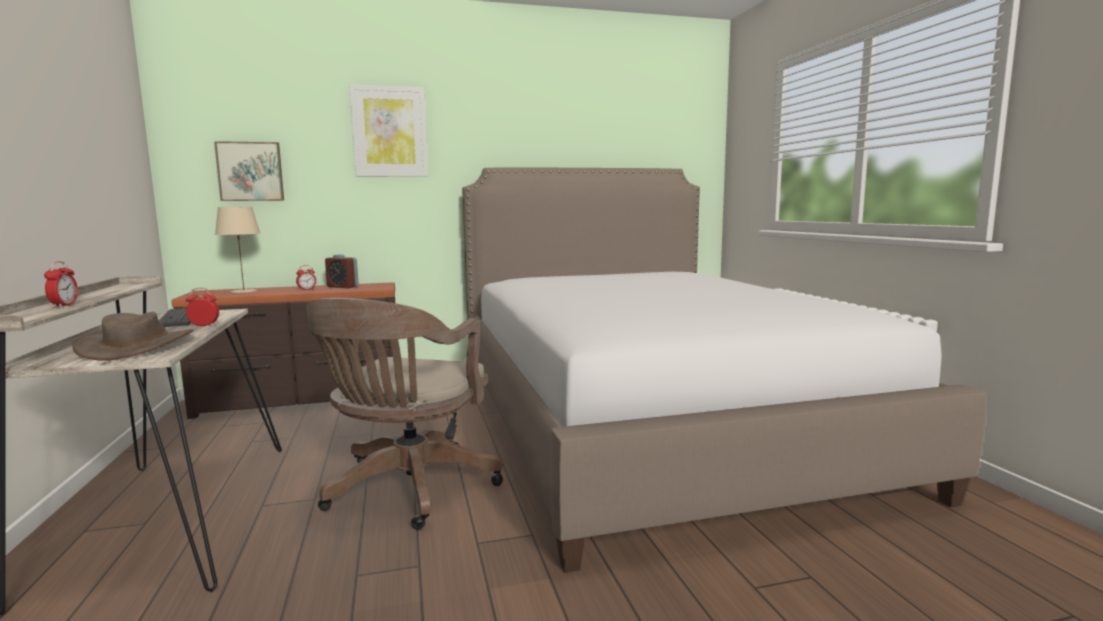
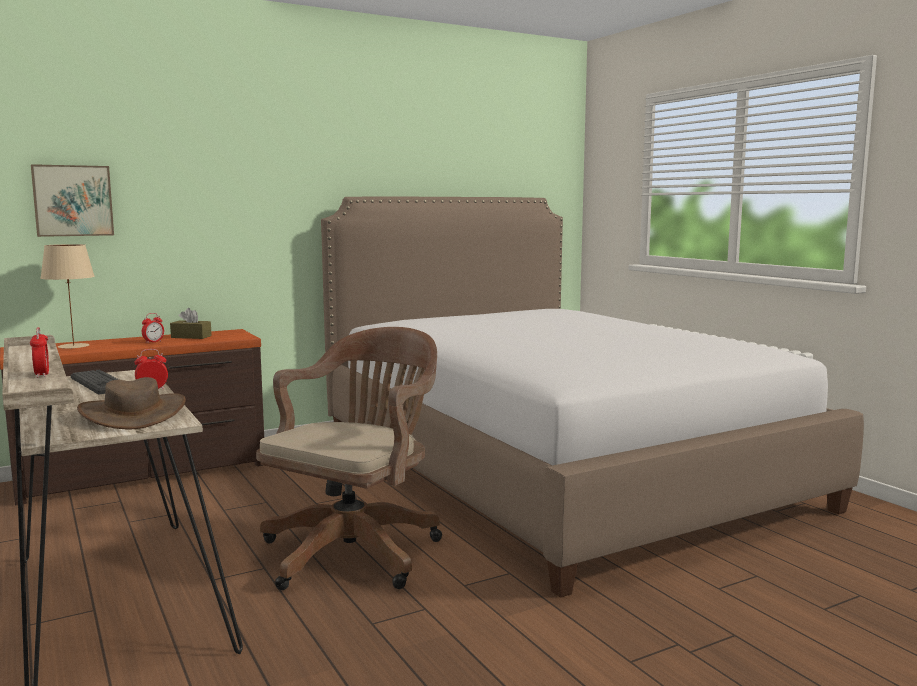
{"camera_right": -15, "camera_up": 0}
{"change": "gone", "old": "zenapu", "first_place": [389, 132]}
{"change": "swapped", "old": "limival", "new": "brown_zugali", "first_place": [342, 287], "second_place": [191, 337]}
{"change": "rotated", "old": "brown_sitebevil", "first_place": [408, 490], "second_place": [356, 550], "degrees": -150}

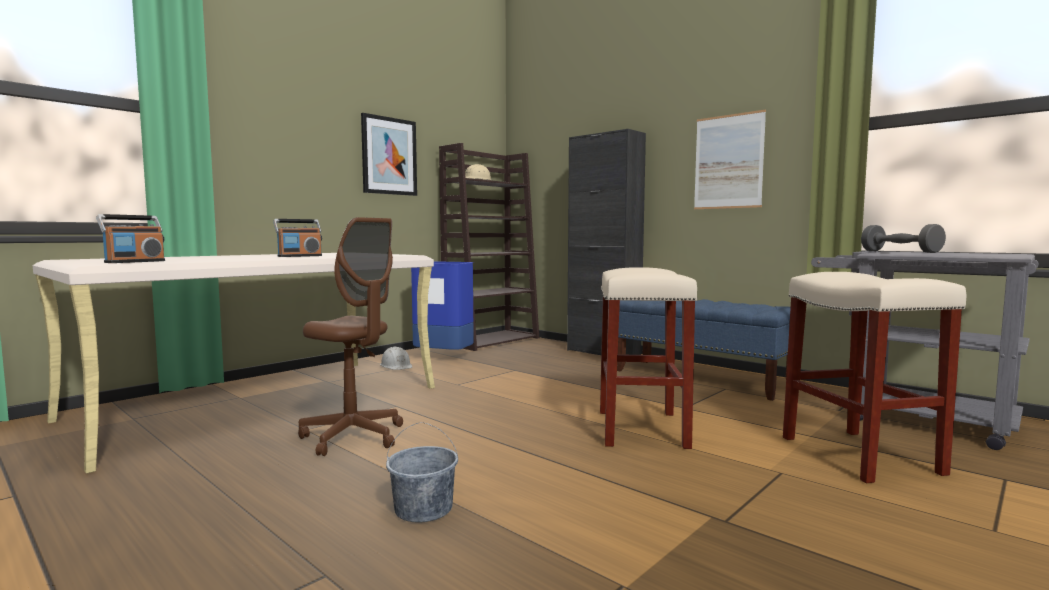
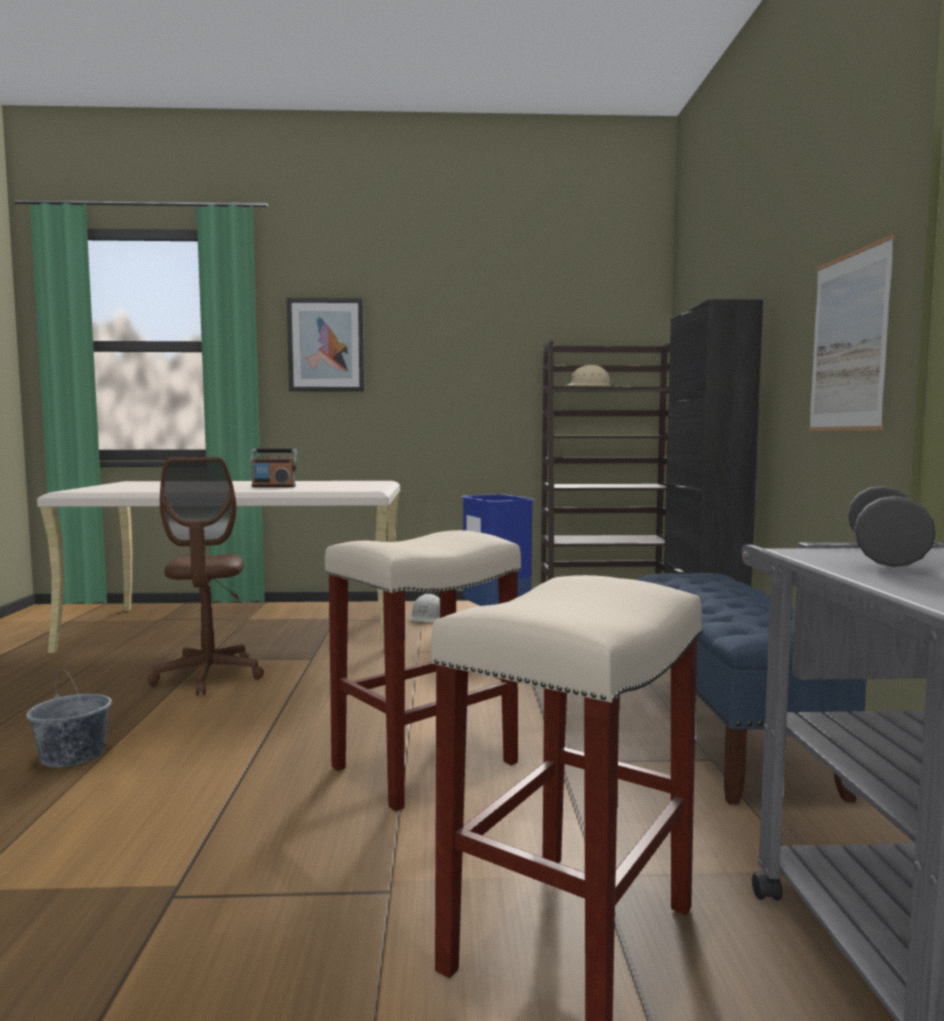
{"camera_right": 45, "camera_up": 0}
{"change": "gone", "old": "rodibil", "first_place": [135, 262]}
{"change": "shifted", "old": "zenapu", "first_place": [389, 156], "second_place": [326, 345]}

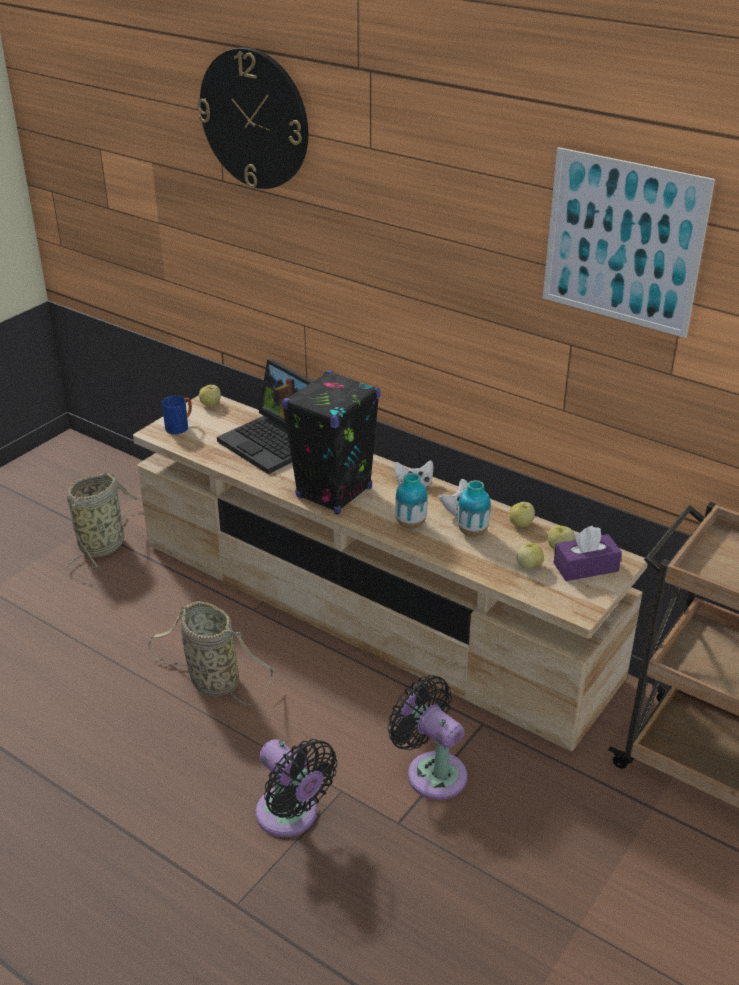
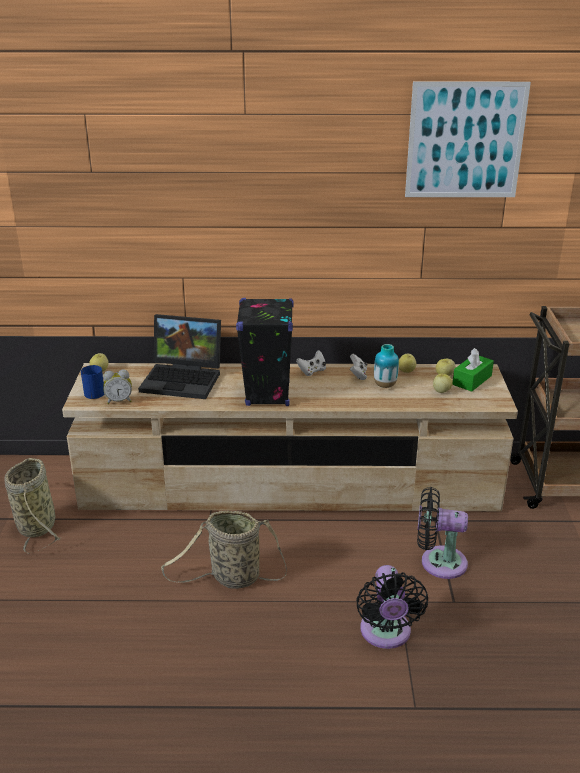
{"camera_right": -35, "camera_up": -5}
{"change": "gone", "old": "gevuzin", "first_place": [254, 119]}
{"change": "gone", "old": "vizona", "first_place": [410, 524]}
{"change": "new", "new": "limival", "second_place": [119, 401]}
{"change": "repainted", "old": "purple_zugali", "new": "green_zugali", "first_place": [585, 567], "second_place": [472, 380]}
{"change": "rotated", "old": "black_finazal", "first_place": [291, 816], "second_place": [386, 634], "degrees": 75}

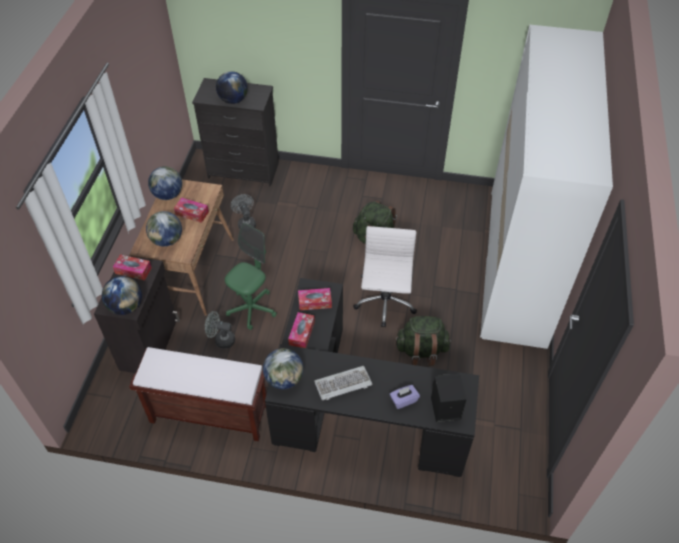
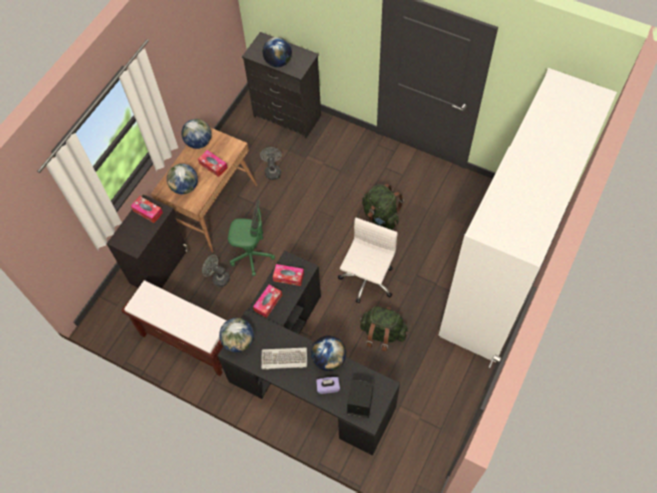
{"camera_right": 20, "camera_up": 10}
{"change": "shifted", "old": "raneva", "first_place": [126, 306], "second_place": [329, 359]}
{"change": "rotated", "old": "green_sitebevil", "first_place": [252, 309], "second_place": [252, 256], "degrees": 45}

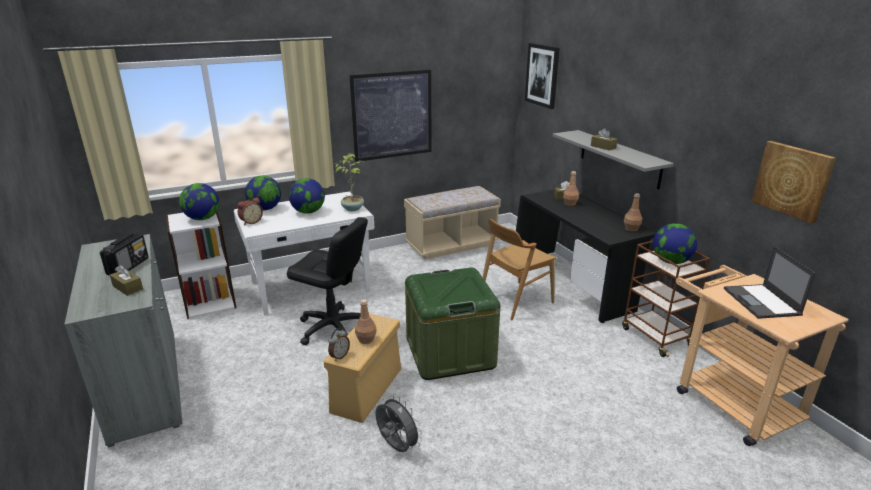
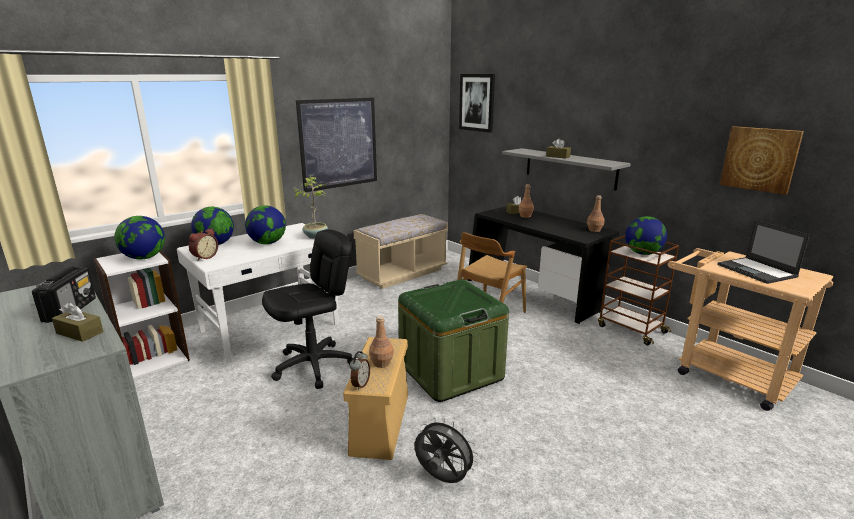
{"camera_right": -15, "camera_up": -5}
{"change": "rotated", "old": "black_sitebevil", "first_place": [333, 328], "second_place": [314, 365], "degrees": -45}

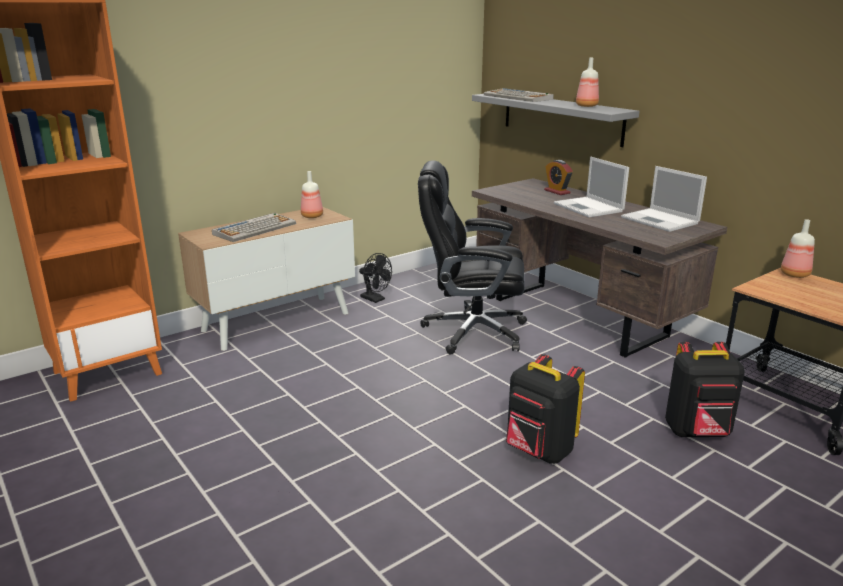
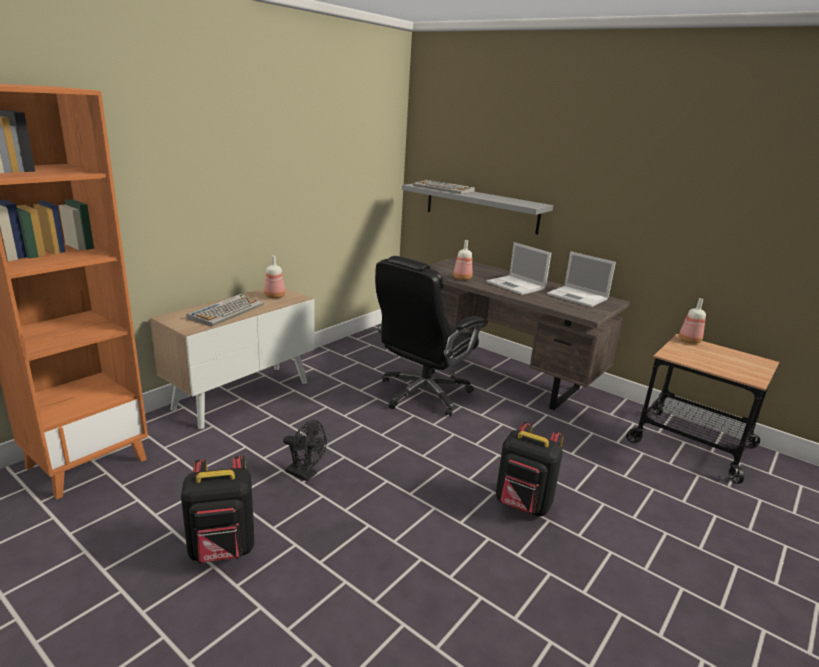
{"camera_right": -15, "camera_up": 0}
{"change": "gone", "old": "limival", "first_place": [557, 191]}
{"change": "shifted", "old": "black_finazal", "first_place": [375, 299], "second_place": [305, 474]}
{"change": "shifted", "old": "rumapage", "first_place": [586, 106], "second_place": [462, 278]}
{"change": "shifted", "old": "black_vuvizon", "first_place": [697, 432], "second_place": [223, 551]}
{"change": "rotated", "old": "black_sitebevil", "first_place": [472, 331], "second_place": [423, 394], "degrees": -45}

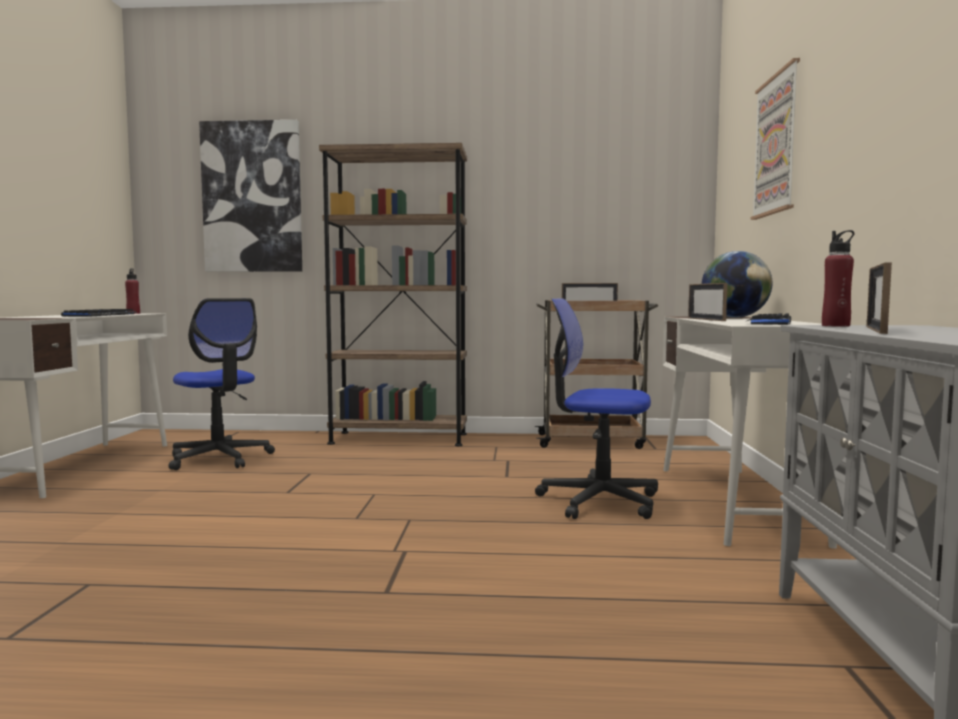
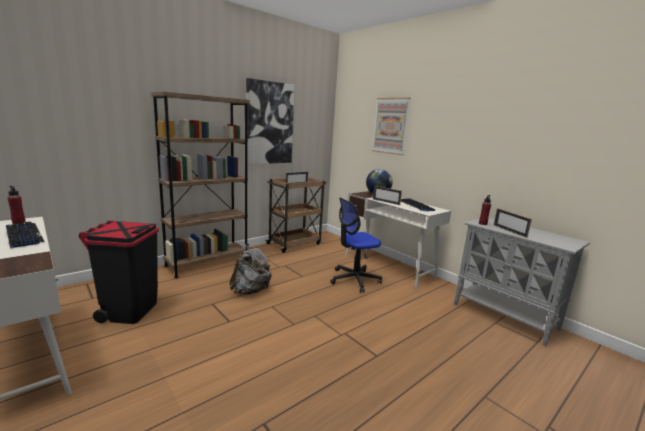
{"camera_right": -45, "camera_up": 10}
{"change": "new", "new": "grey_vuvizon", "second_place": [251, 290]}
{"change": "shifted", "old": "zenapu", "first_place": [252, 197], "second_place": [269, 123]}
{"change": "swapped", "old": "sitebevil", "new": "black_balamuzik", "first_place": [219, 458], "second_place": [129, 311]}

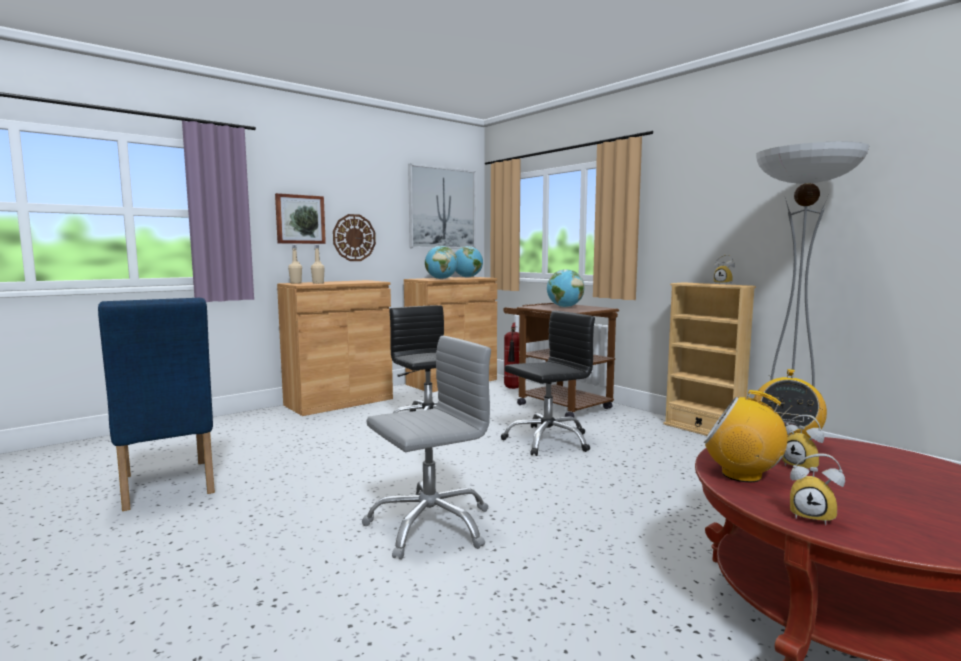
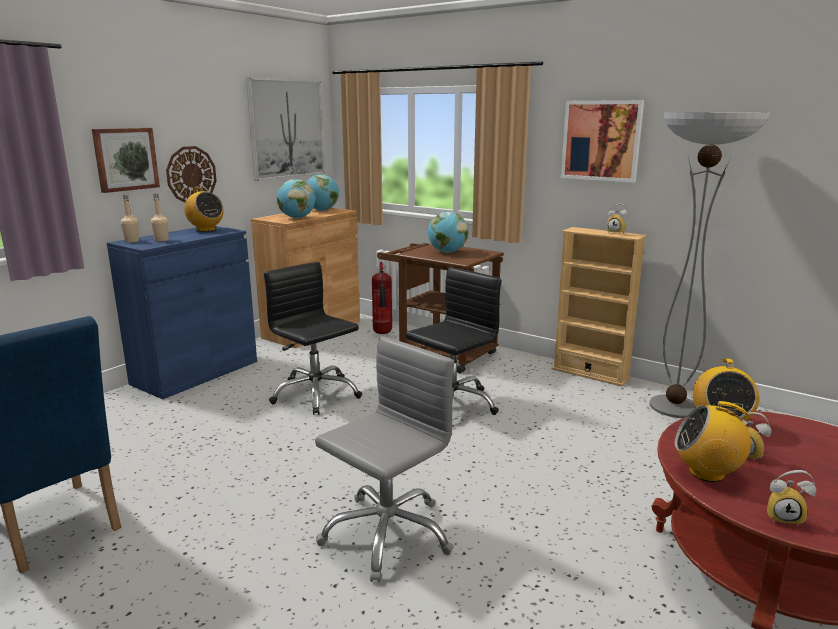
{"camera_right": -15, "camera_up": 10}
{"change": "new", "new": "rodibil", "second_place": [205, 229]}
{"change": "new", "new": "zenapu", "second_place": [601, 140]}
{"change": "repainted", "old": "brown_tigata", "new": "blue_tigata", "first_place": [339, 402], "second_place": [195, 372]}

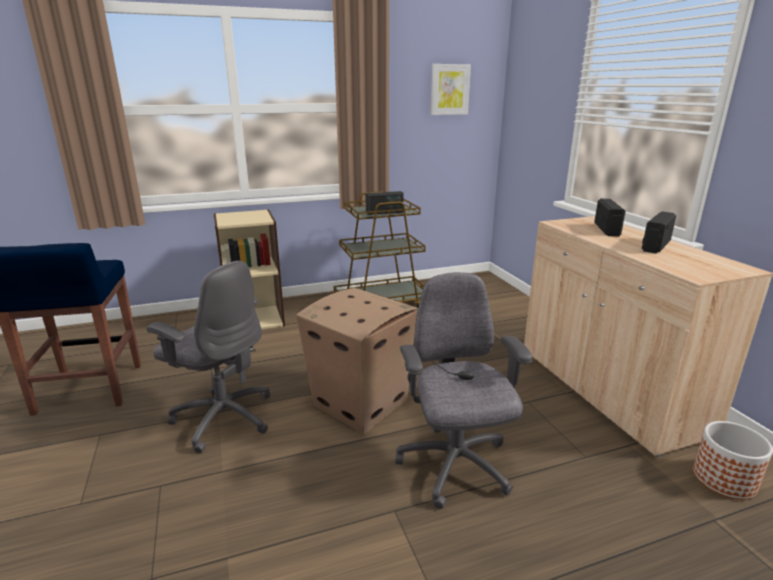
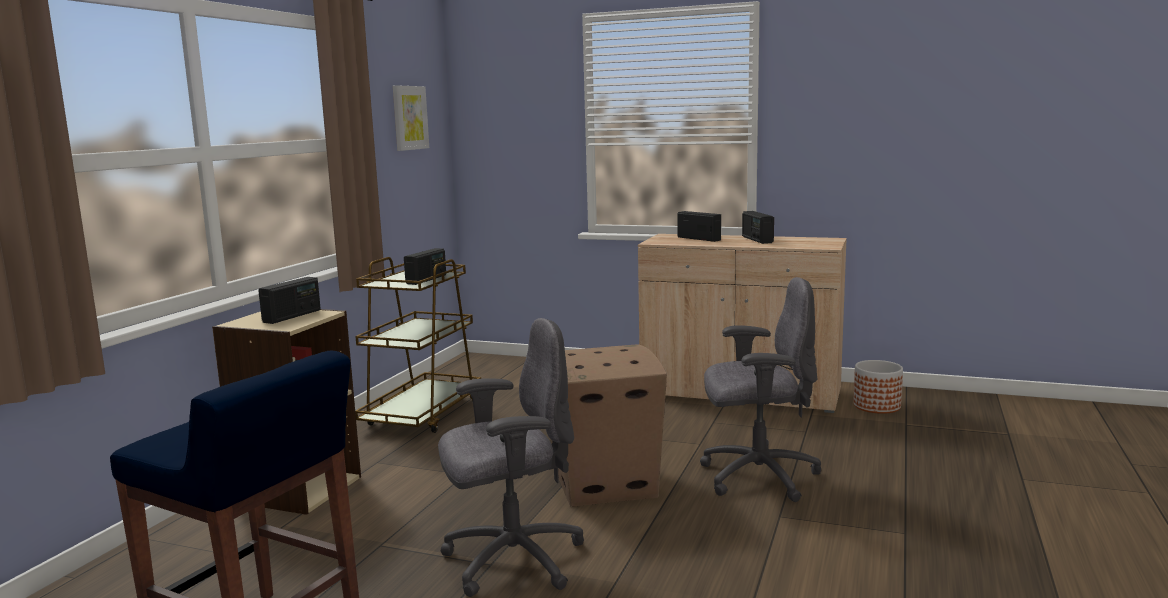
{"camera_right": -50, "camera_up": -10}
{"change": "new", "new": "rodibil", "second_place": [292, 316]}
{"change": "rotated", "old": "grey_sitebevil", "first_place": [455, 467], "second_place": [757, 477], "degrees": 150}

